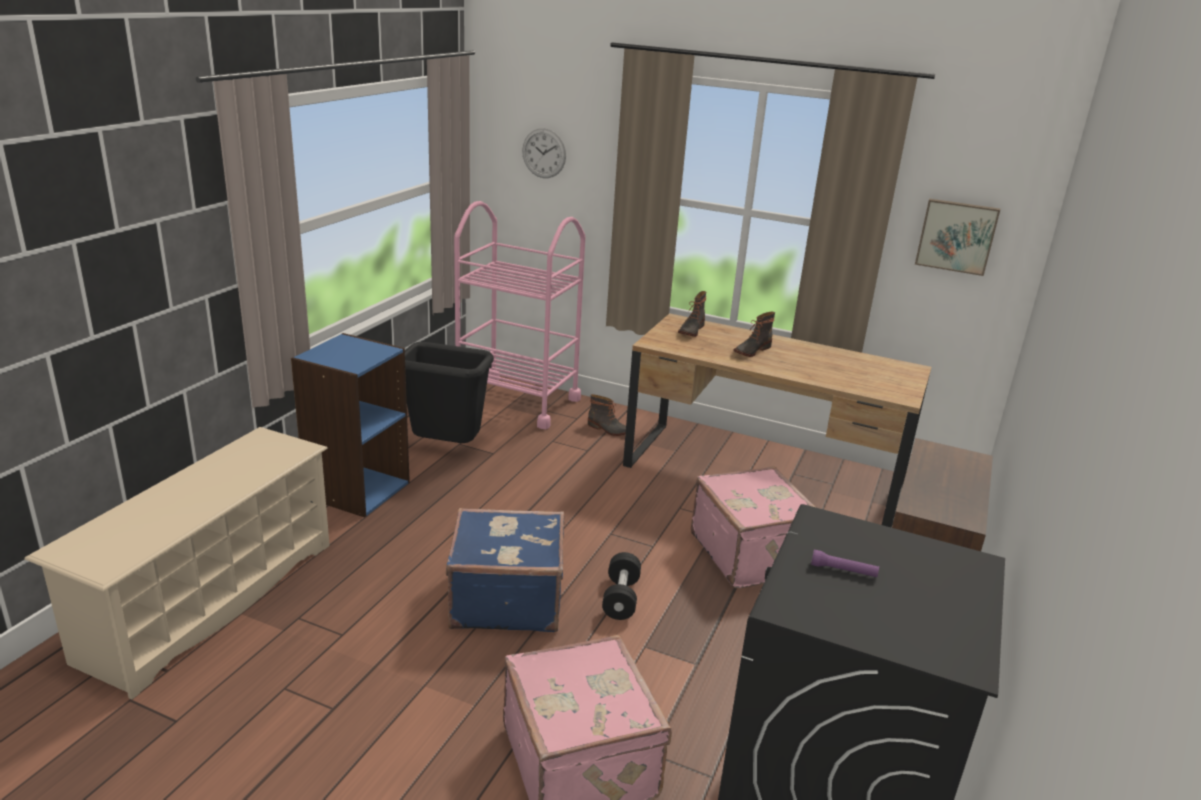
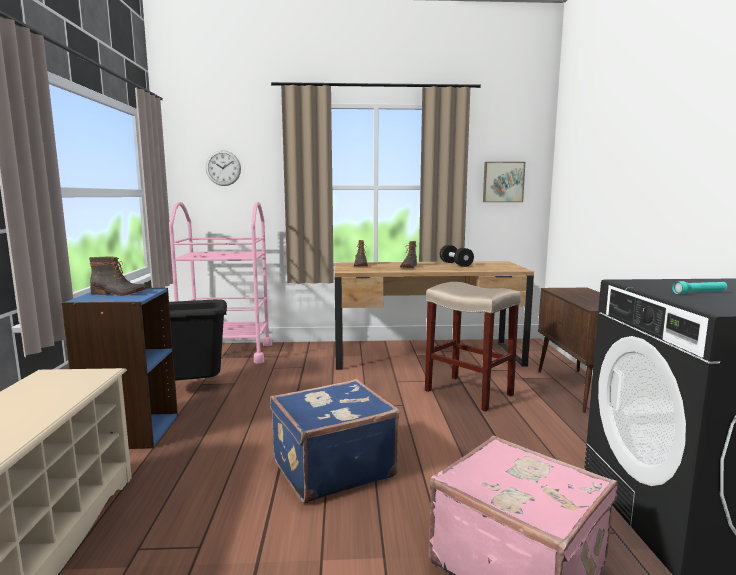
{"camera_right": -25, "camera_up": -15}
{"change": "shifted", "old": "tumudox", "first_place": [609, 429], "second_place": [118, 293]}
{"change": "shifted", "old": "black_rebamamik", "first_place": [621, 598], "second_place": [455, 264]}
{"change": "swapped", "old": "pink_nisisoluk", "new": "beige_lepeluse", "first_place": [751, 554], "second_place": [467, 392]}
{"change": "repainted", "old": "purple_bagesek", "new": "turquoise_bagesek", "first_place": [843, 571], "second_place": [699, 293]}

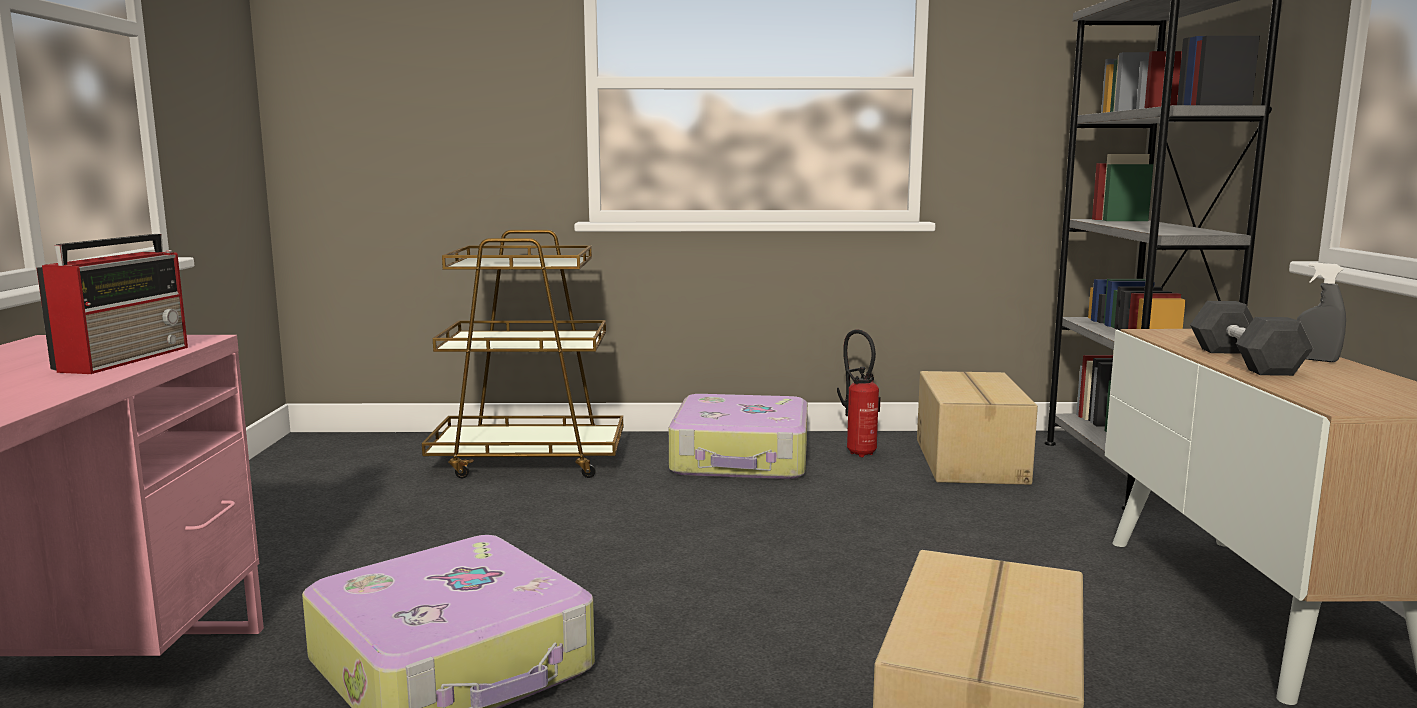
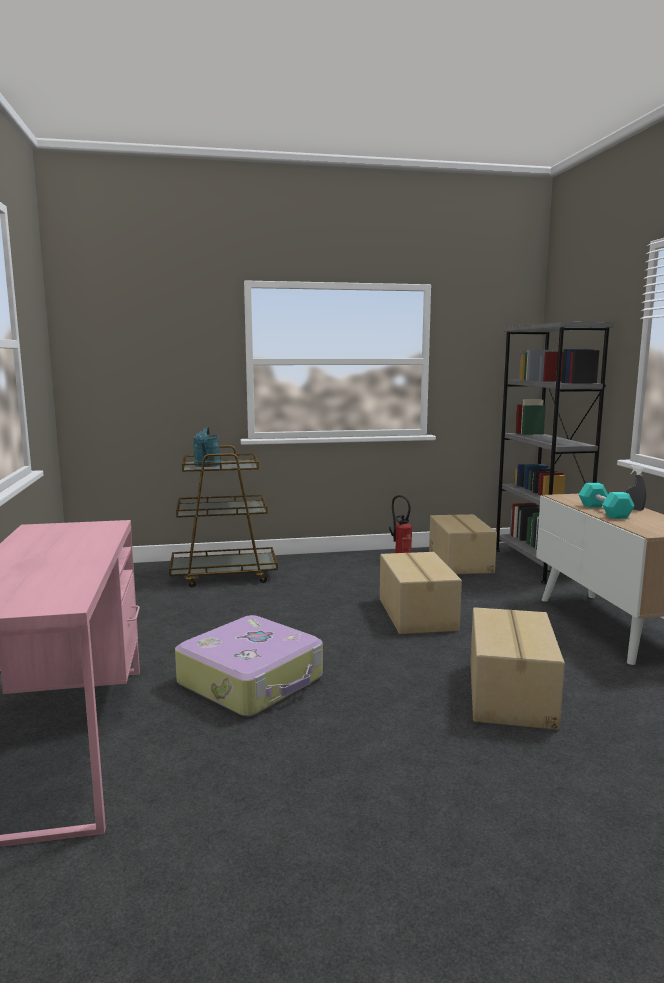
{"camera_right": -10, "camera_up": 0}
{"change": "gone", "old": "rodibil", "first_place": [126, 358]}
{"change": "gone", "old": "nisisoluk", "first_place": [742, 459]}
{"change": "new", "new": "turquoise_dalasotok", "second_place": [207, 465]}
{"change": "new", "new": "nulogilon", "second_place": [416, 614]}
{"change": "repainted", "old": "black_rebamamik", "new": "turquoise_rebamamik", "first_place": [1244, 361], "second_place": [604, 511]}

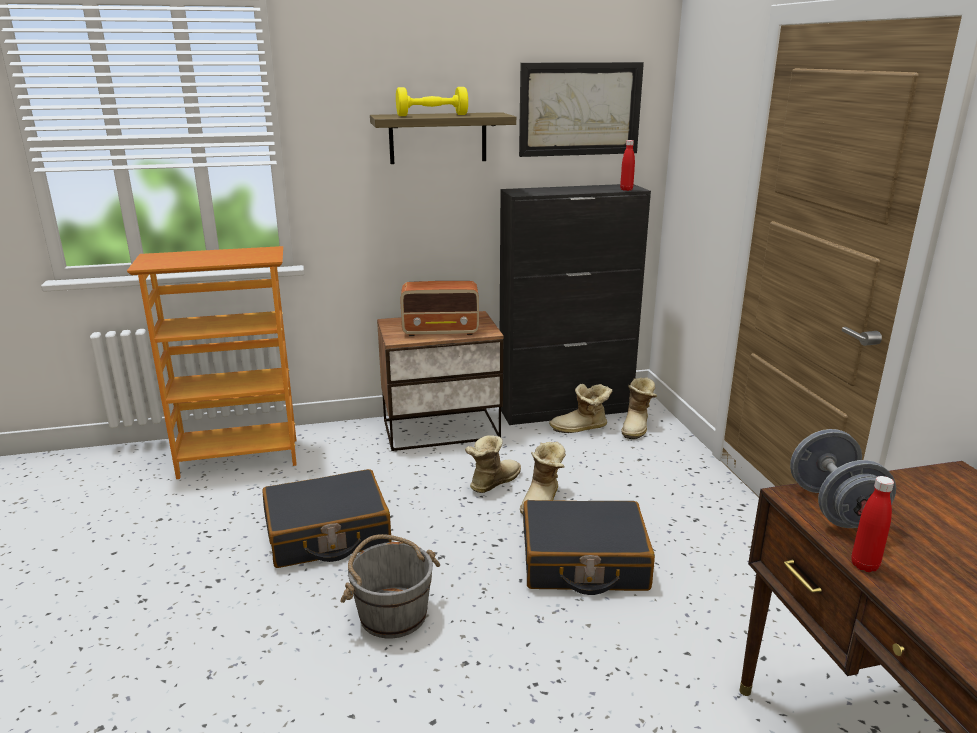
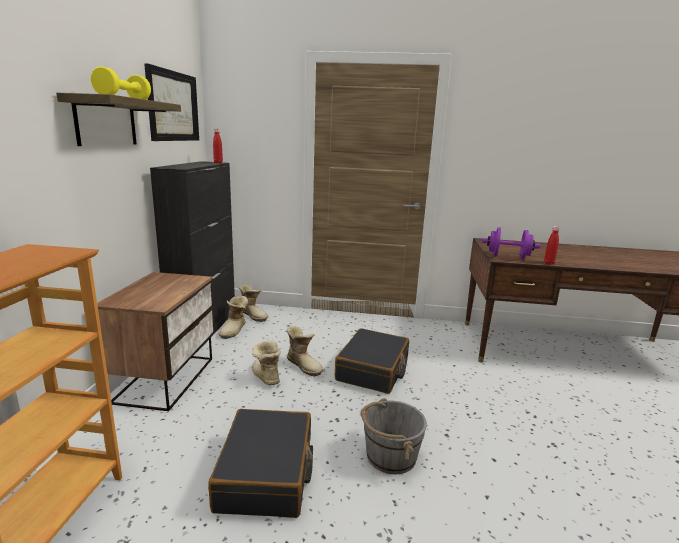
{"camera_right": -70, "camera_up": -5}
{"change": "gone", "old": "rodibil", "first_place": [441, 331]}
{"change": "repainted", "old": "grey_rebamamik", "new": "purple_rebamamik", "first_place": [834, 508], "second_place": [508, 257]}

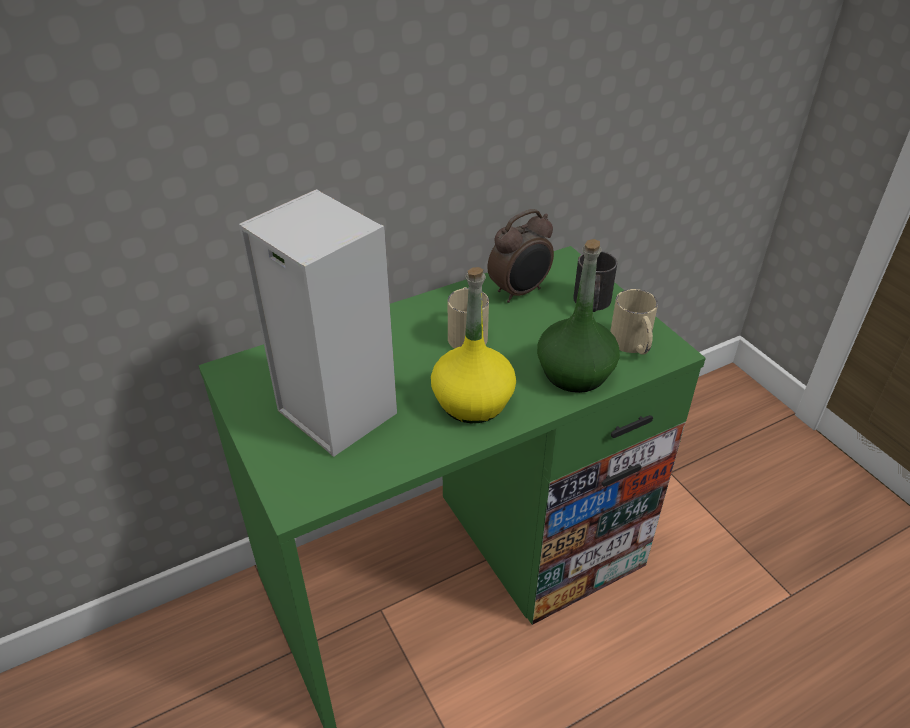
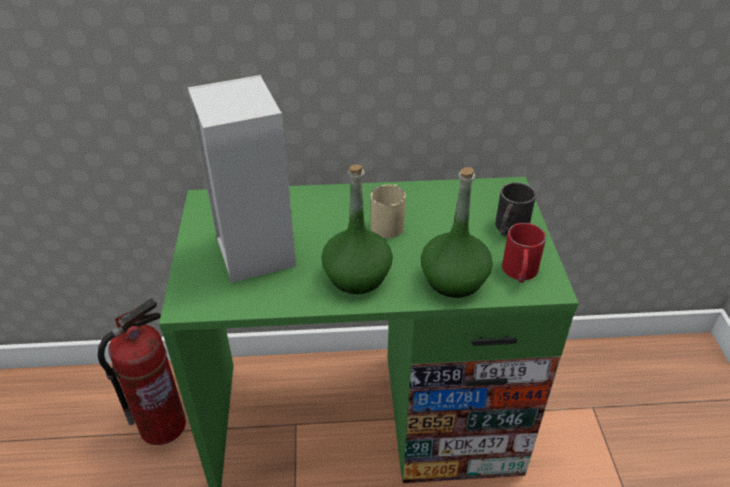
{"camera_right": 25, "camera_up": 0}
{"change": "gone", "old": "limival", "first_place": [520, 292]}
{"change": "new", "new": "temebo", "second_place": [162, 425]}
{"change": "repainted", "old": "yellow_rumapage", "new": "green_rumapage", "first_place": [472, 402], "second_place": [356, 276]}
{"change": "repainted", "old": "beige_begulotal", "new": "red_begulotal", "first_place": [633, 345], "second_place": [520, 273]}

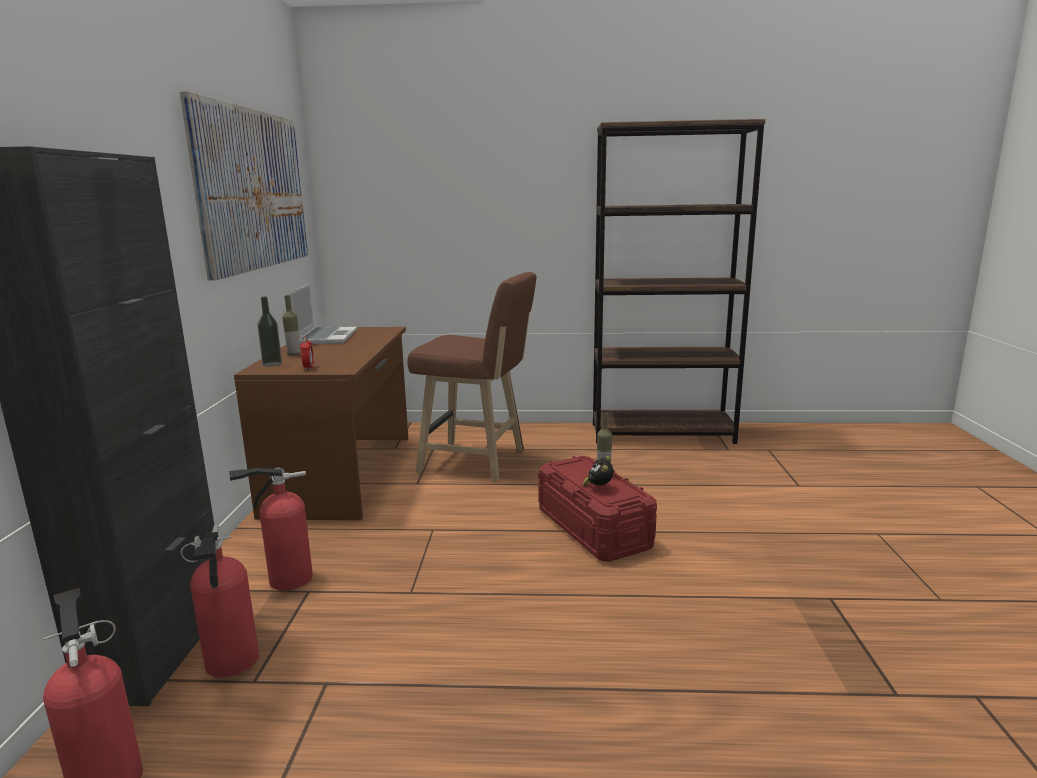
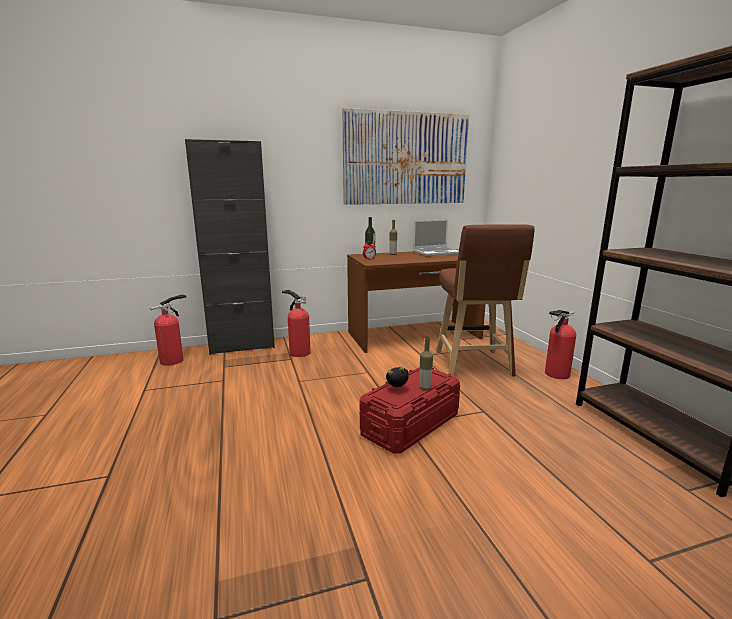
{"camera_right": 70, "camera_up": 0}
{"change": "shifted", "old": "temebo", "first_place": [231, 664], "second_place": [555, 375]}

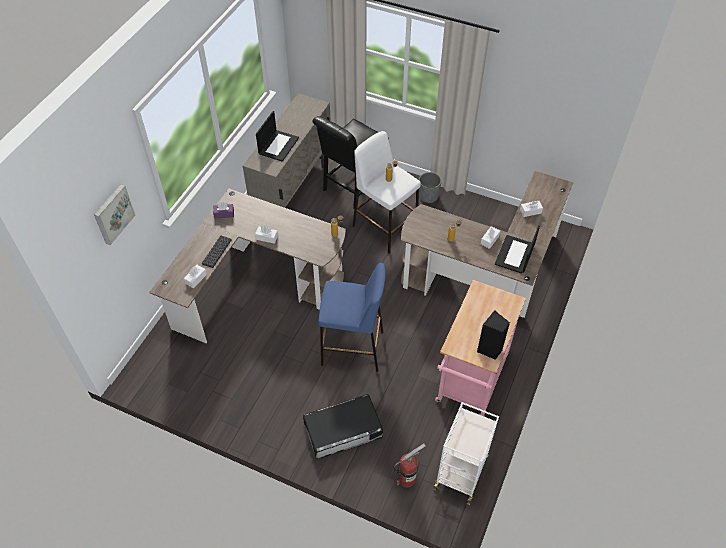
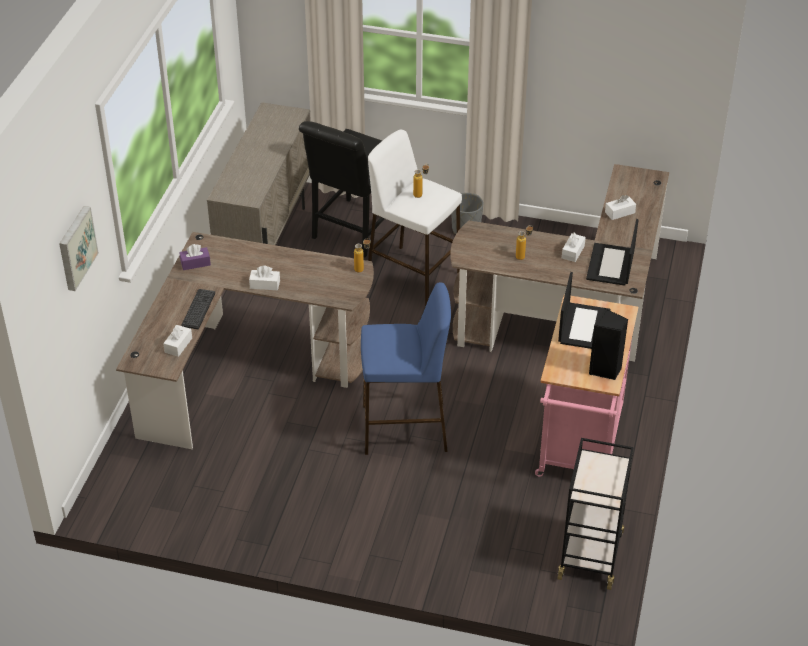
{"camera_right": -10, "camera_up": -10}
{"change": "gone", "old": "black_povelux", "first_place": [343, 430]}
{"change": "gone", "old": "temebo", "first_place": [406, 479]}
{"change": "shifted", "old": "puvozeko", "first_place": [278, 145], "second_place": [583, 326]}
{"change": "repainted", "old": "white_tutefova", "new": "black_tutefova", "first_place": [461, 472], "second_place": [590, 554]}

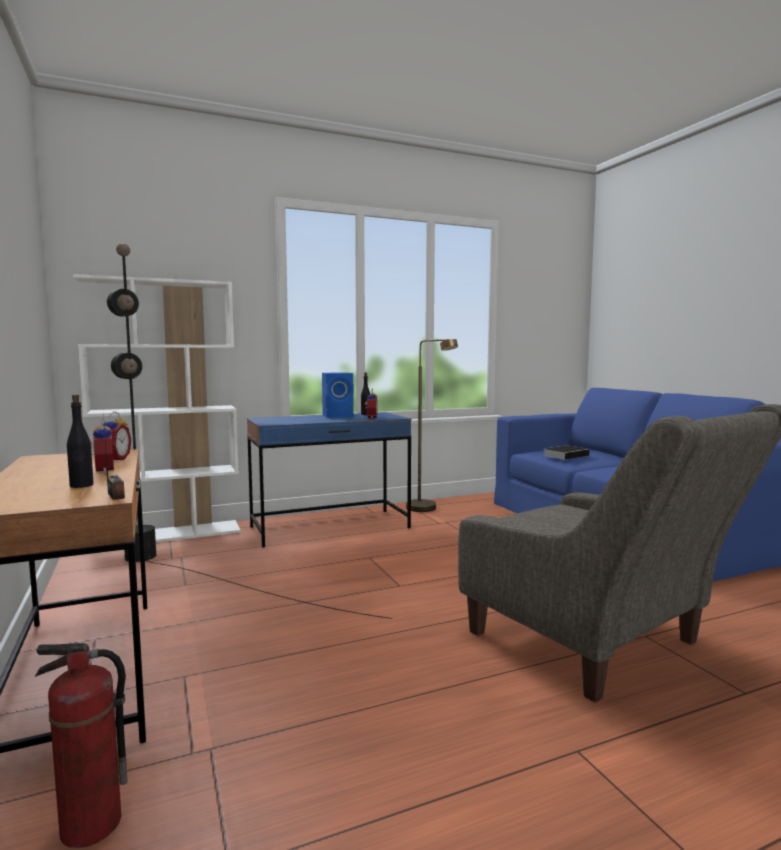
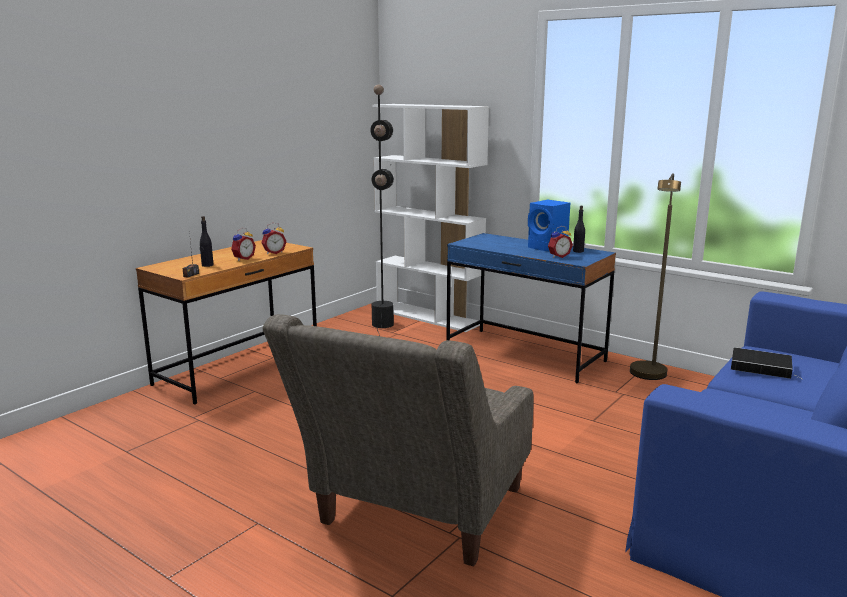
{"camera_right": 60, "camera_up": 10}
{"change": "gone", "old": "temebo", "first_place": [90, 826]}

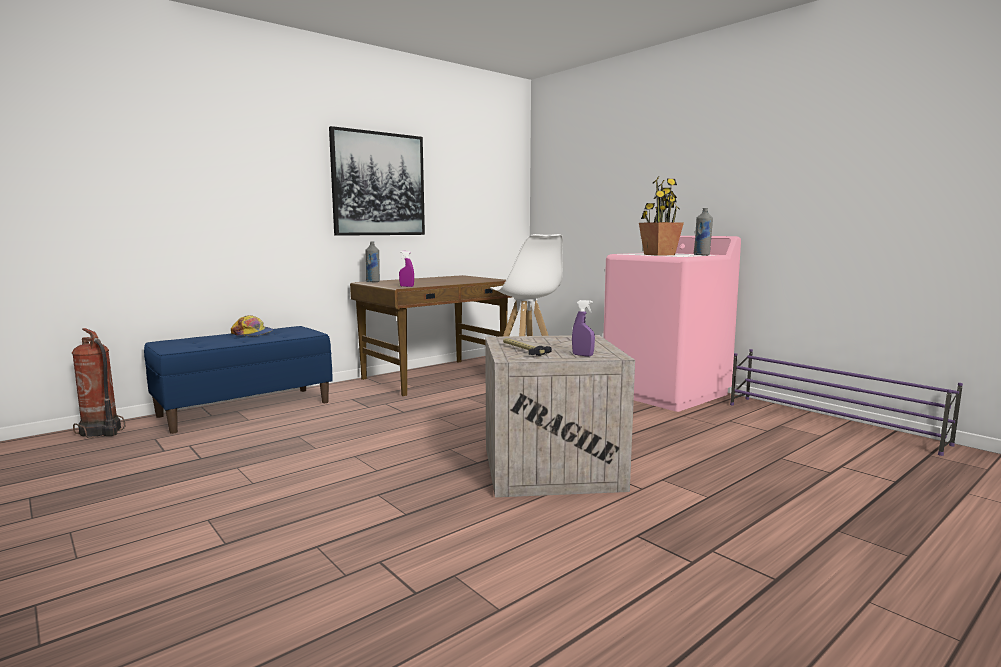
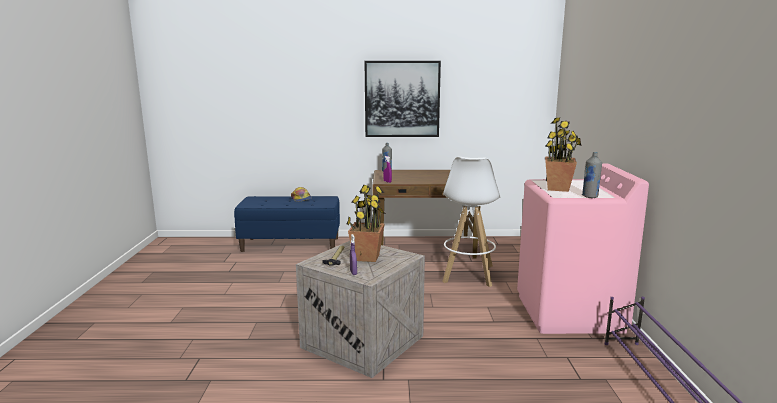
{"camera_right": 40, "camera_up": 5}
{"change": "gone", "old": "temebo", "first_place": [101, 432]}
{"change": "new", "new": "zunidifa", "second_place": [366, 257]}

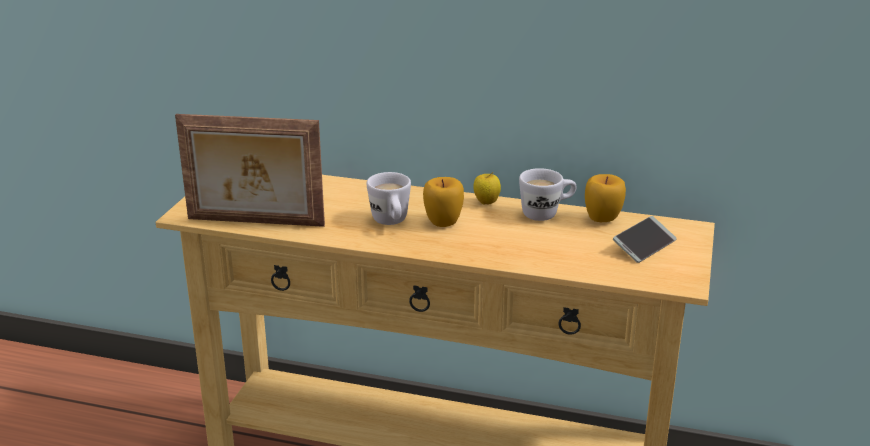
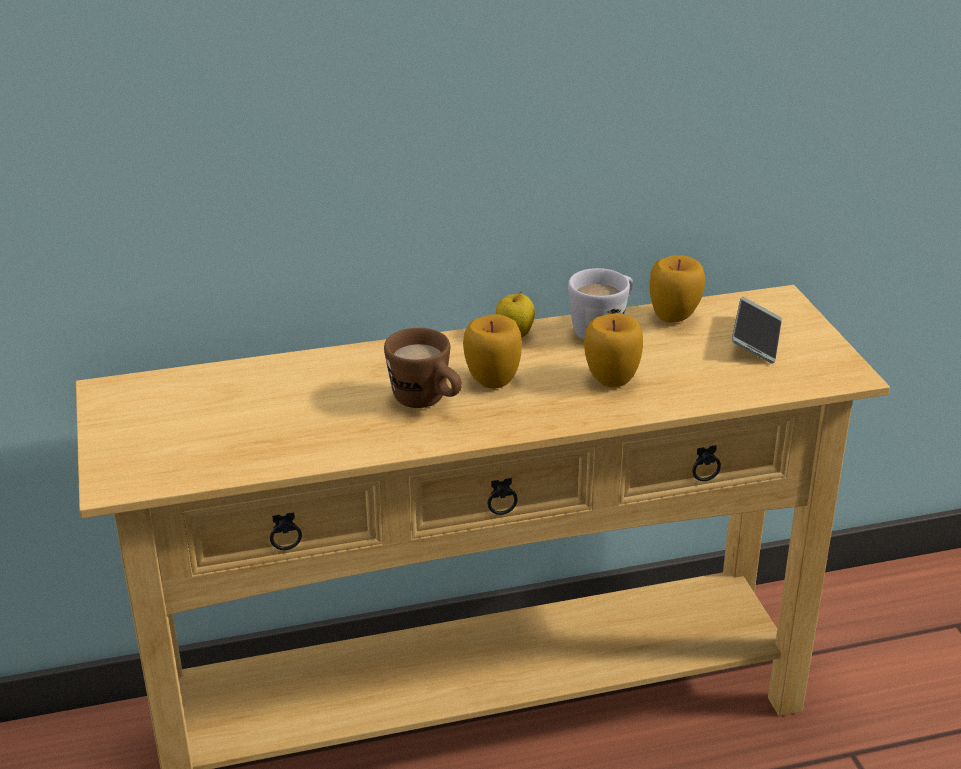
{"camera_right": -30, "camera_up": 5}
{"change": "gone", "old": "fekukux", "first_place": [255, 223]}
{"change": "new", "new": "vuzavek", "second_place": [612, 379]}
{"change": "repainted", "old": "white_begulotal", "new": "brown_begulotal", "first_place": [391, 223], "second_place": [427, 402]}

